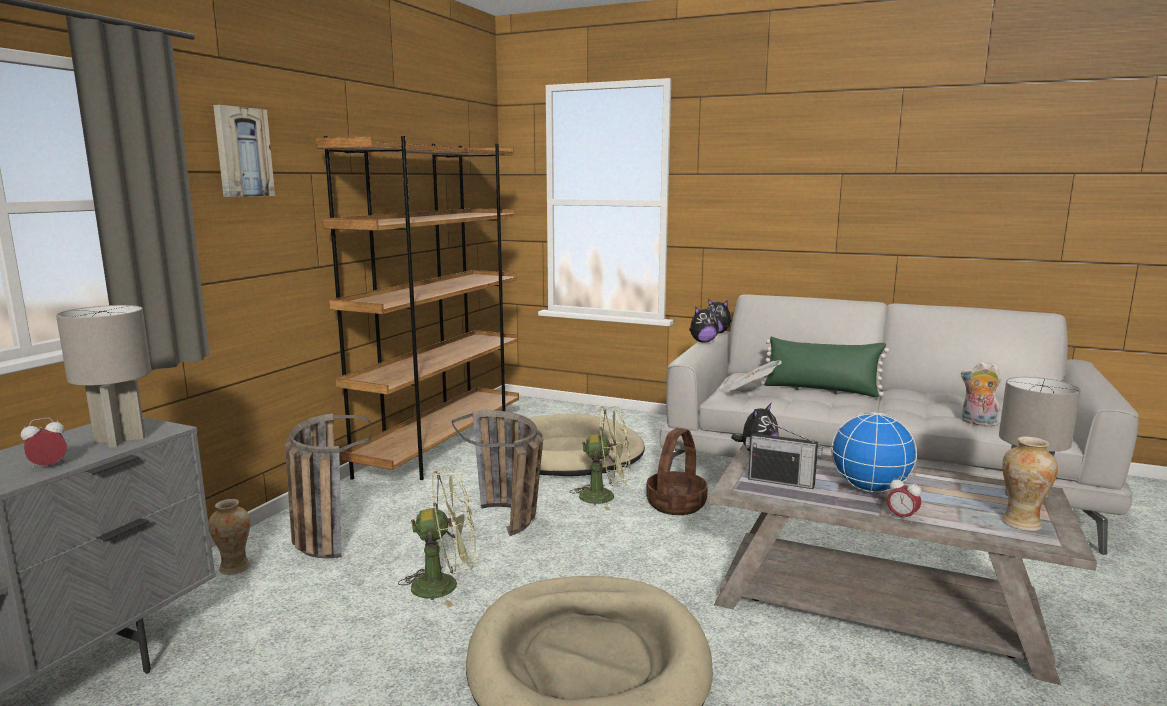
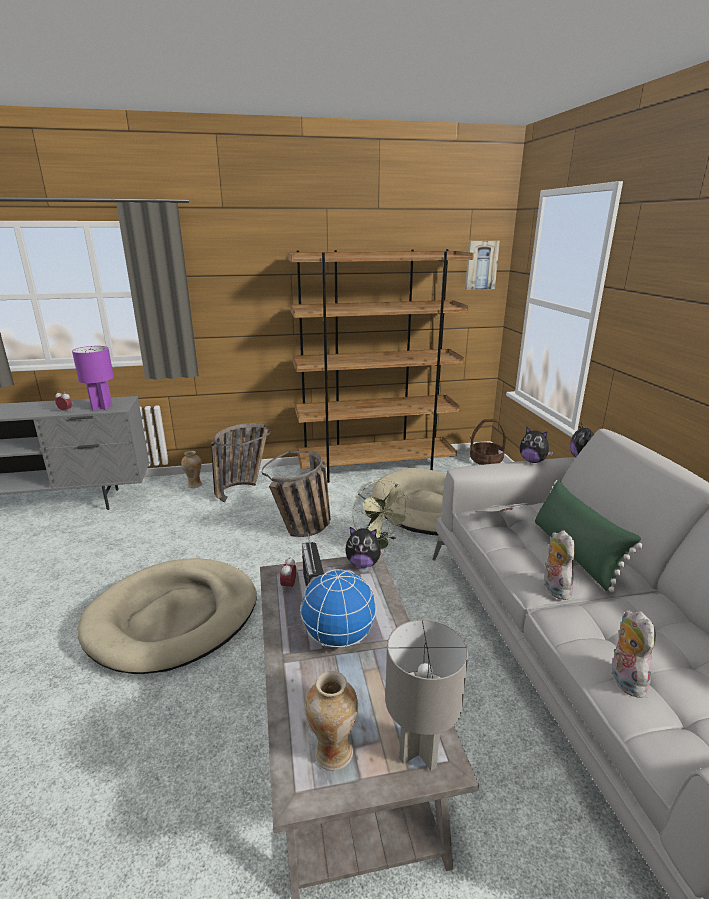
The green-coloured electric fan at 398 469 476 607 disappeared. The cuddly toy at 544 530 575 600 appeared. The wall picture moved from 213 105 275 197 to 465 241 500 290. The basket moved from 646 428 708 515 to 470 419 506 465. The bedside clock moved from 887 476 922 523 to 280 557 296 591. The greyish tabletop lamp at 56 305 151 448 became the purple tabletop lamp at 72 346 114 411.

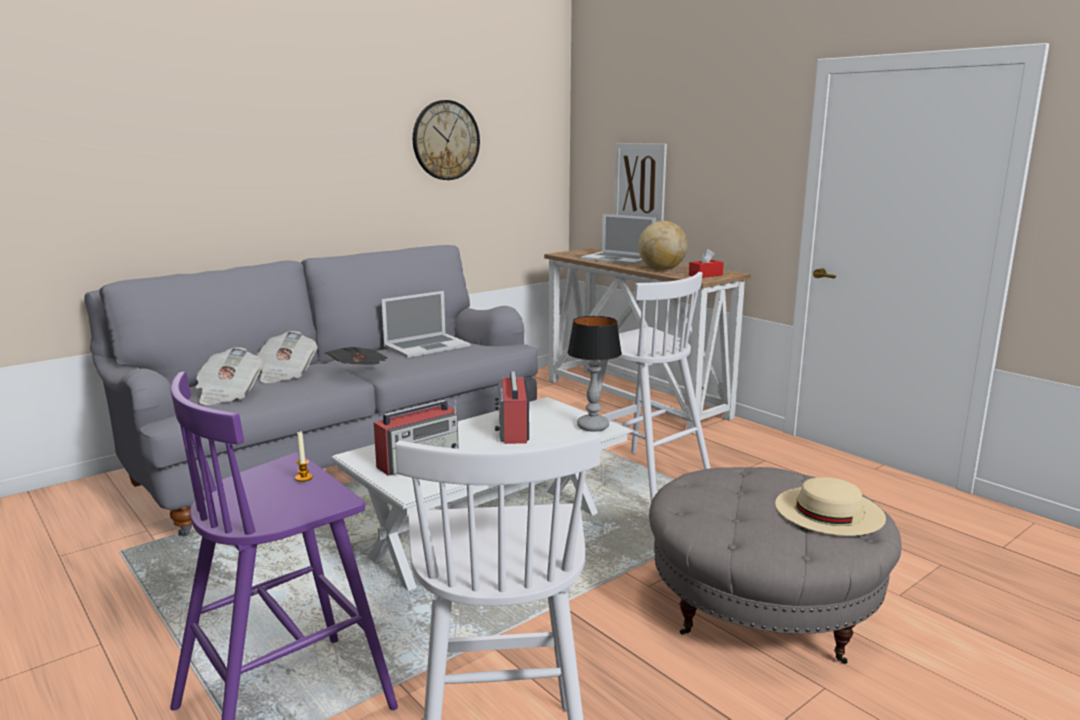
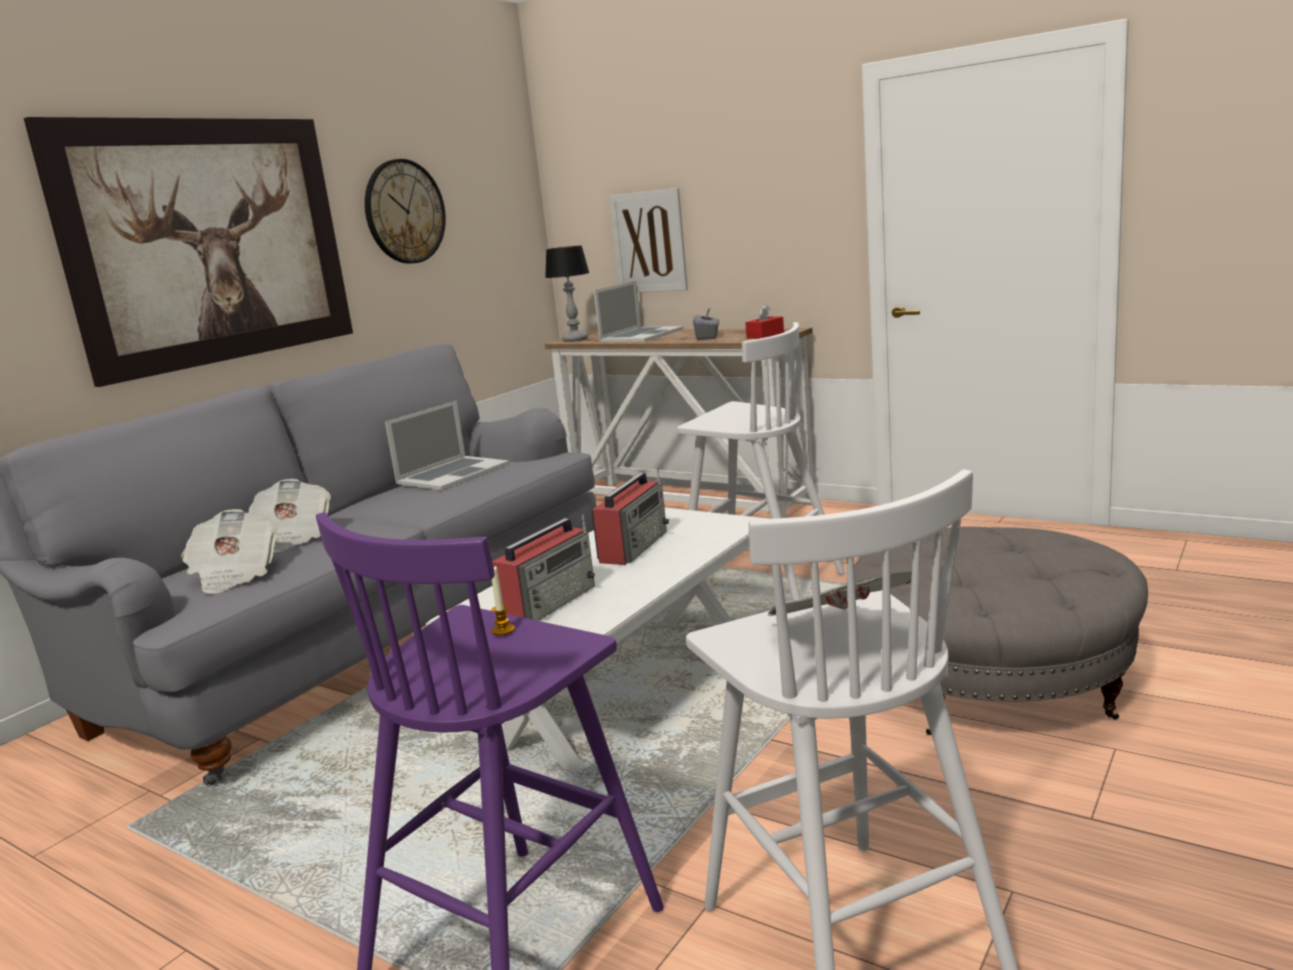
The beige wearable hat at 775 477 886 536 disappeared. The wall picture at 24 117 353 387 appeared. The printed paper moved from 325 347 387 365 to 768 572 912 616. The tabletop lamp moved from 567 316 622 432 to 545 246 590 342. The desk globe at 638 221 688 270 was replaced by the greyish tissue box at 693 308 719 340. The radio set at 495 371 529 444 turned 135 degrees counterclockwise. The laptop at 581 214 656 265 turned 75 degrees counterclockwise.

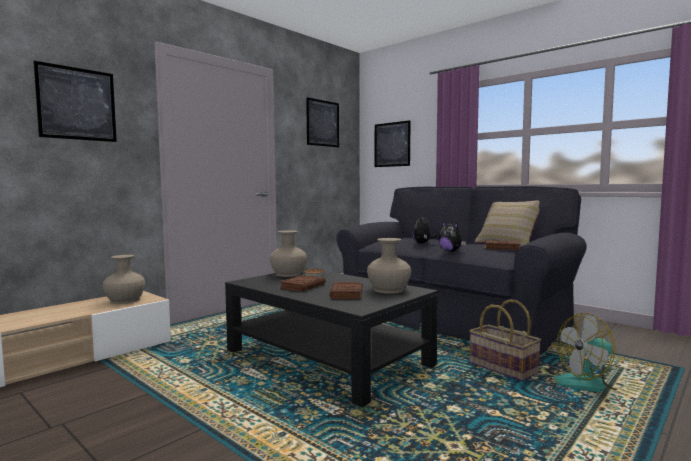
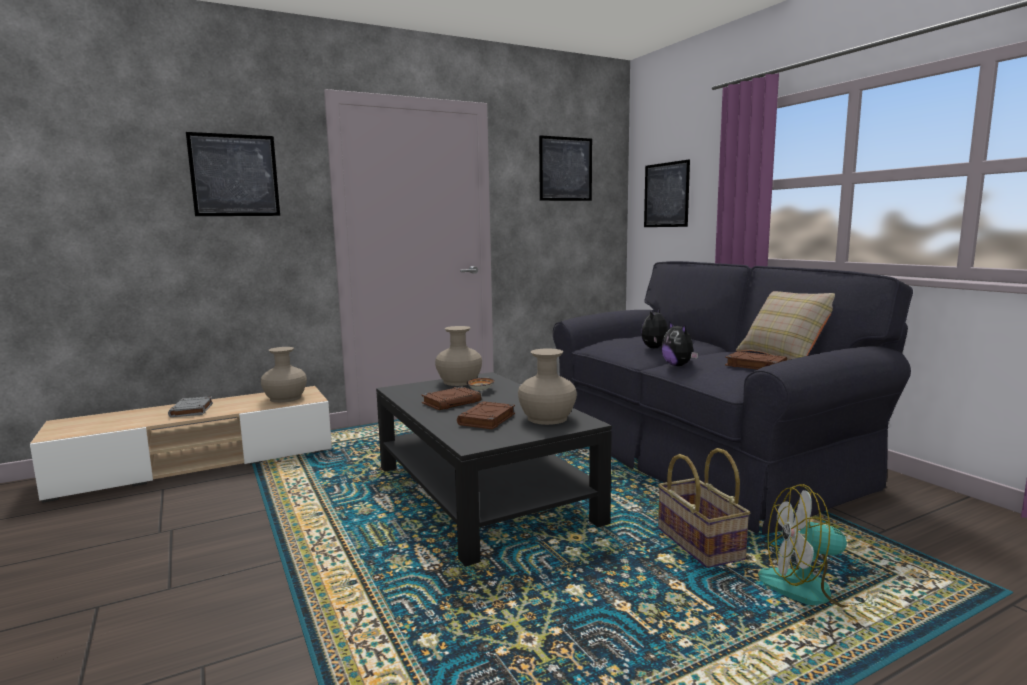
The greyish book at 168 396 213 417 appeared.

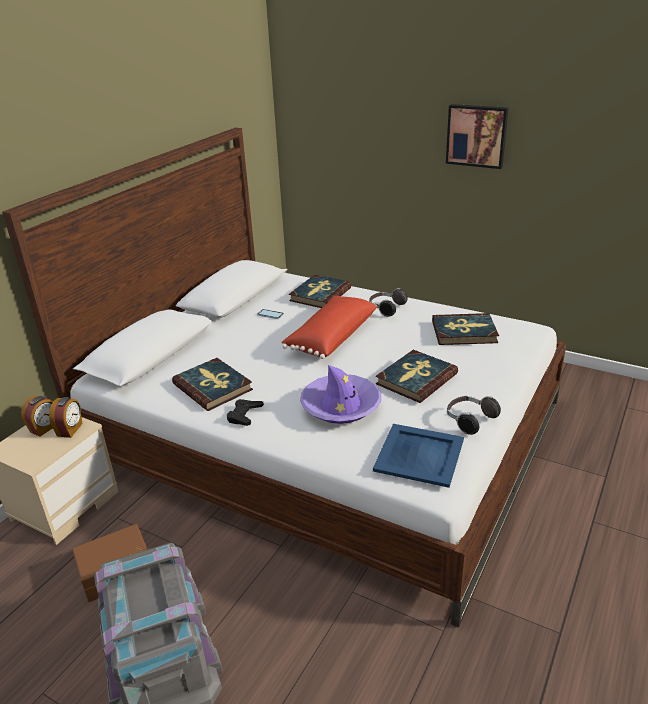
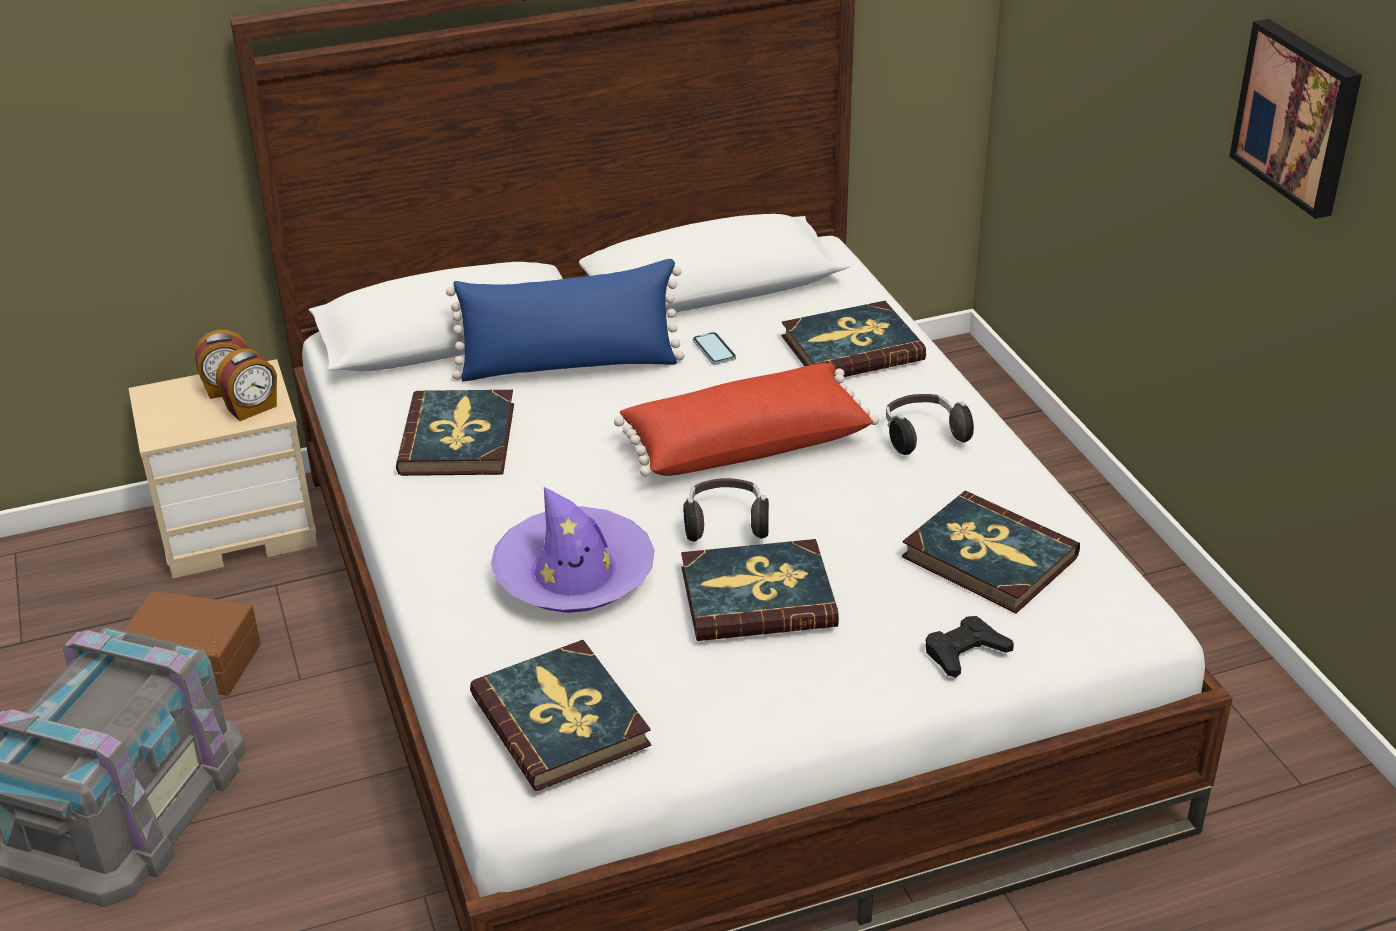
The blue throw pillow at 446 259 684 381 appeared. The black-coloured gamepad moved from 227 399 264 426 to 926 616 1014 678. The pair of headphones moved from 447 396 501 435 to 684 478 769 541. The blue tray at 373 424 464 488 was replaced by the book at 470 640 651 791.

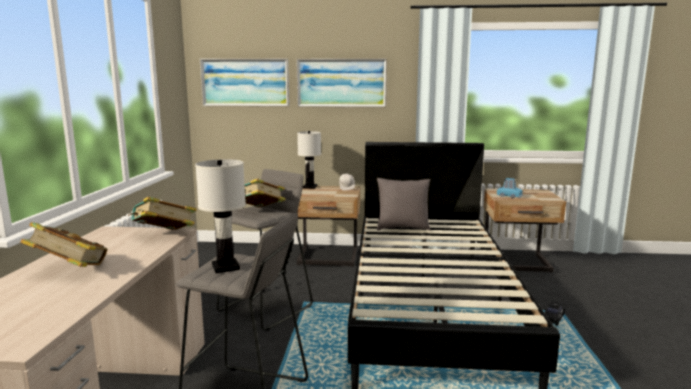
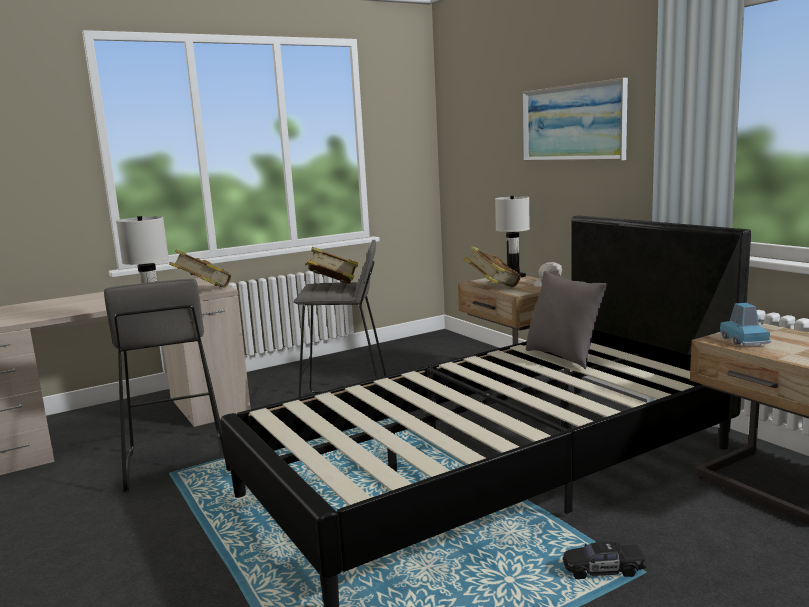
The wall picture at 200 58 289 107 disappeared. The book moved from 20 222 107 267 to 464 246 521 288.

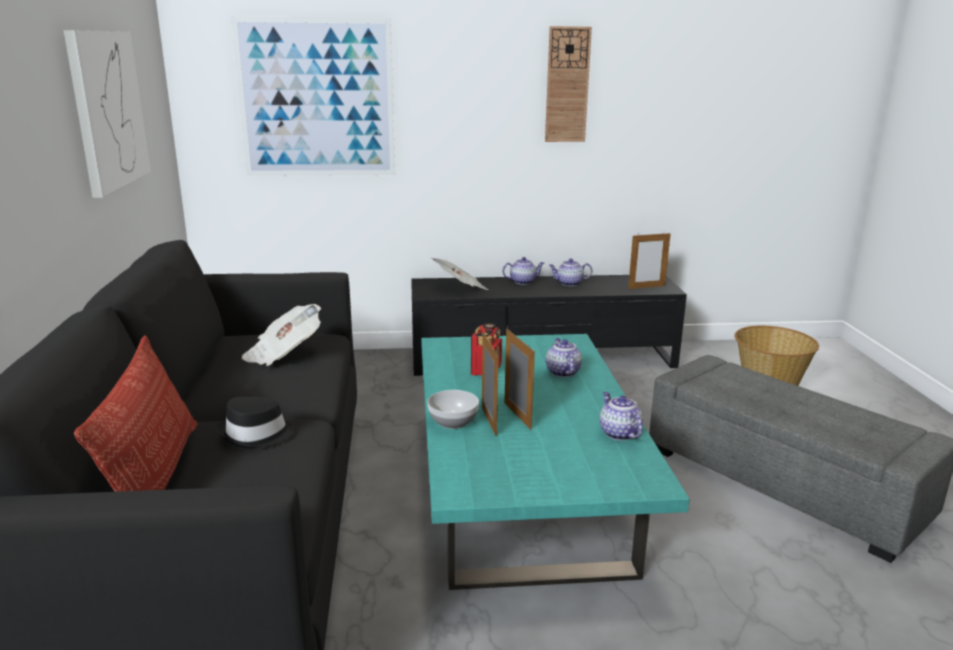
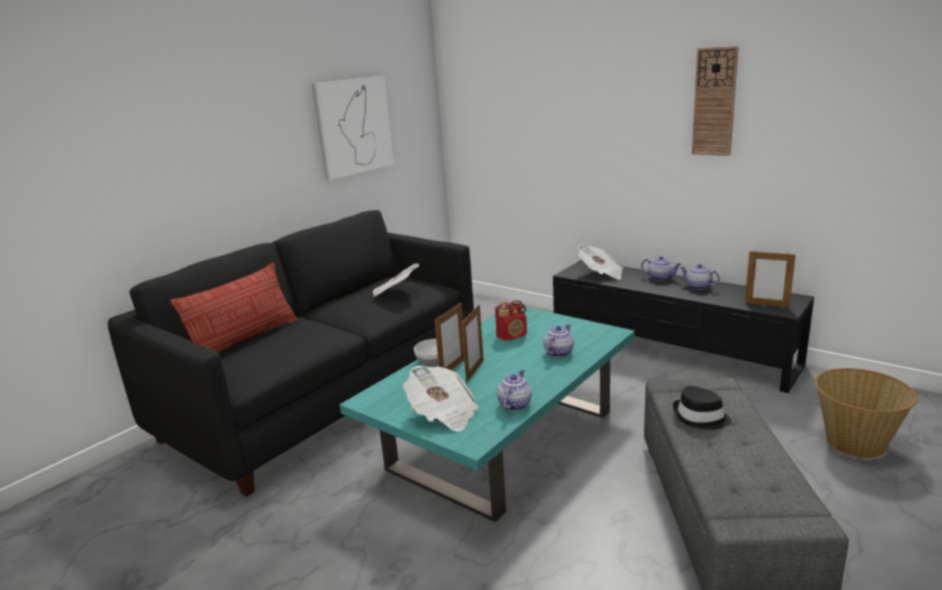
The wall picture at 231 16 395 176 disappeared. The printed paper at 403 365 479 431 appeared. The black-coloured wearable hat moved from 218 397 295 448 to 673 386 731 430.

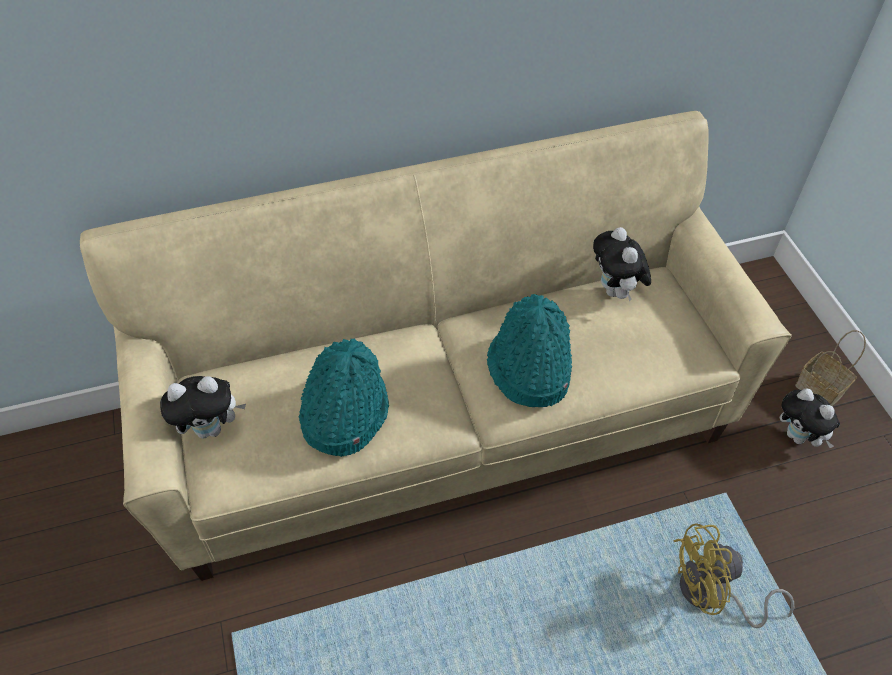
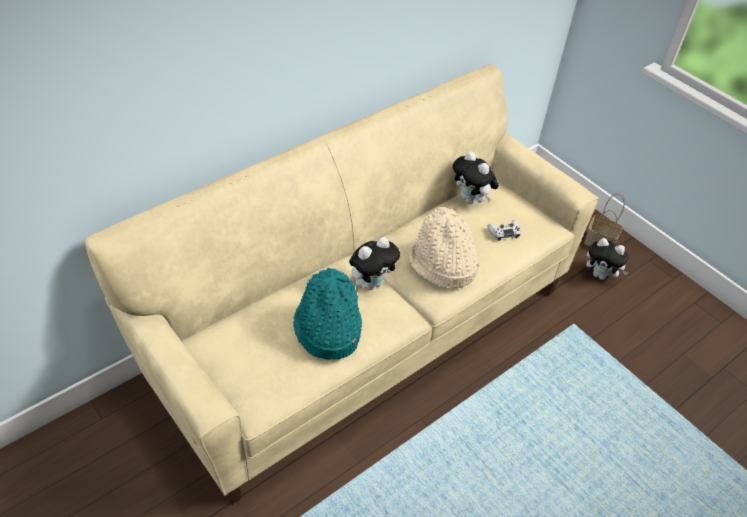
The yellowish electric fan at 674 523 794 628 disappeared. The whitish gamepad at 487 220 521 241 appeared. The cuddly toy moved from 160 376 246 439 to 349 237 400 290. The turquoise-coloured wearable hat at 487 294 572 407 became the beige wearable hat at 409 207 479 288.

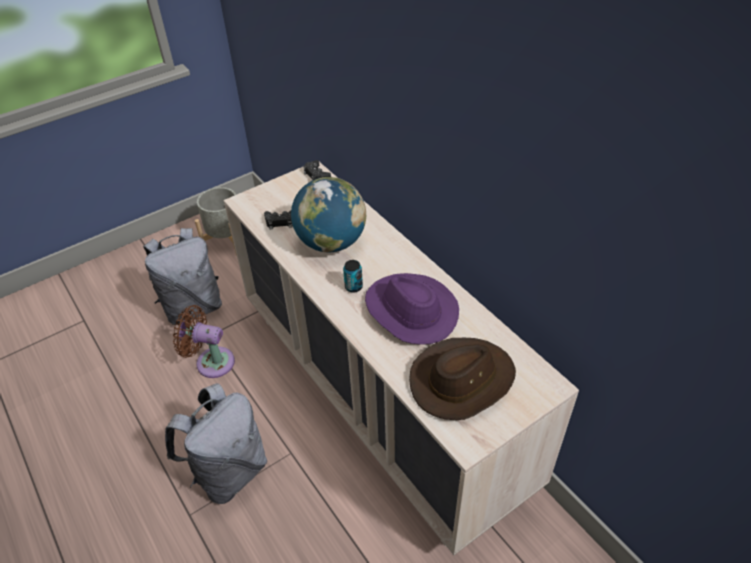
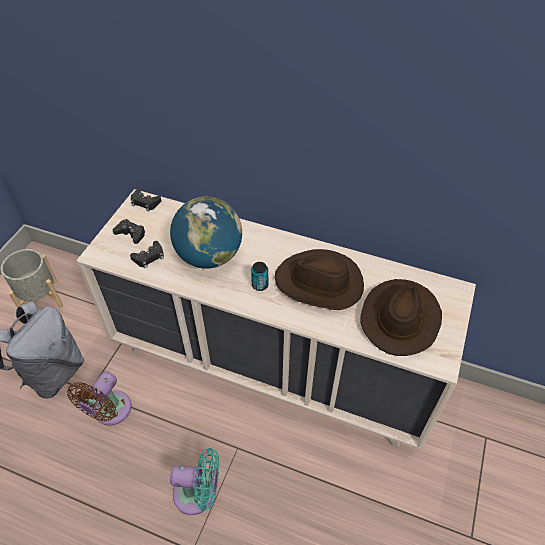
The black-coloured gamepad at 113 219 145 244 appeared. The greyish rucksack at 165 383 267 504 was replaced by the turquoise-coloured electric fan at 170 448 219 515. The purple wearable hat at 365 273 459 345 became the brown-coloured wearable hat at 275 249 364 310. The brown-coloured electric fan at 173 305 235 378 turned 45 degrees counterclockwise.

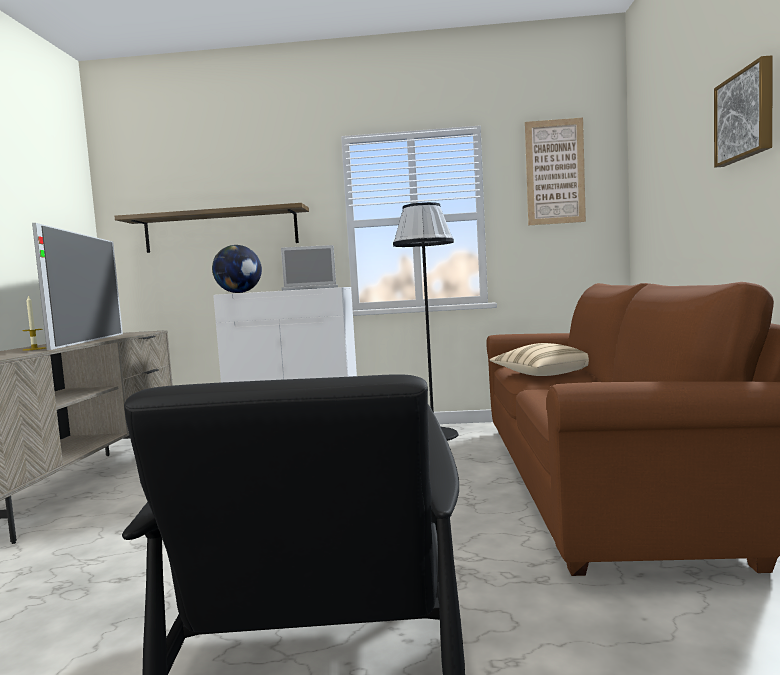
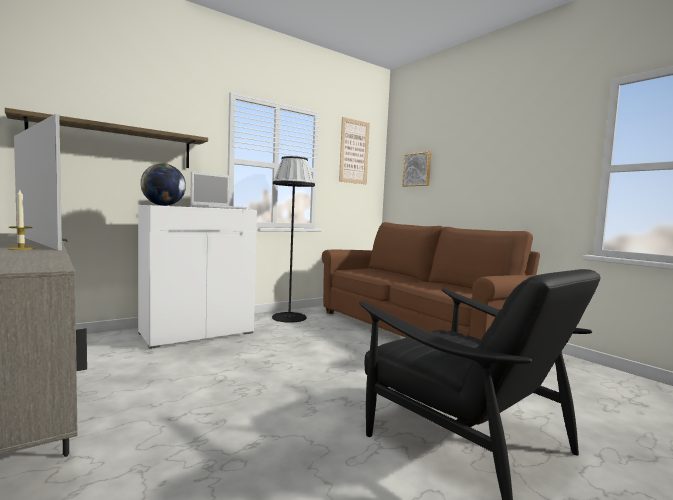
The beige throw pillow at 490 343 589 376 disappeared. The wall picture moved from 714 55 773 168 to 402 151 431 186.

